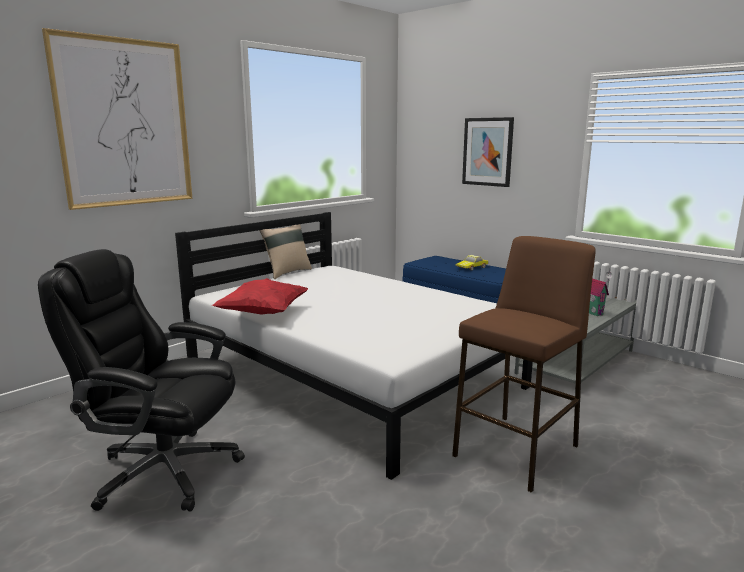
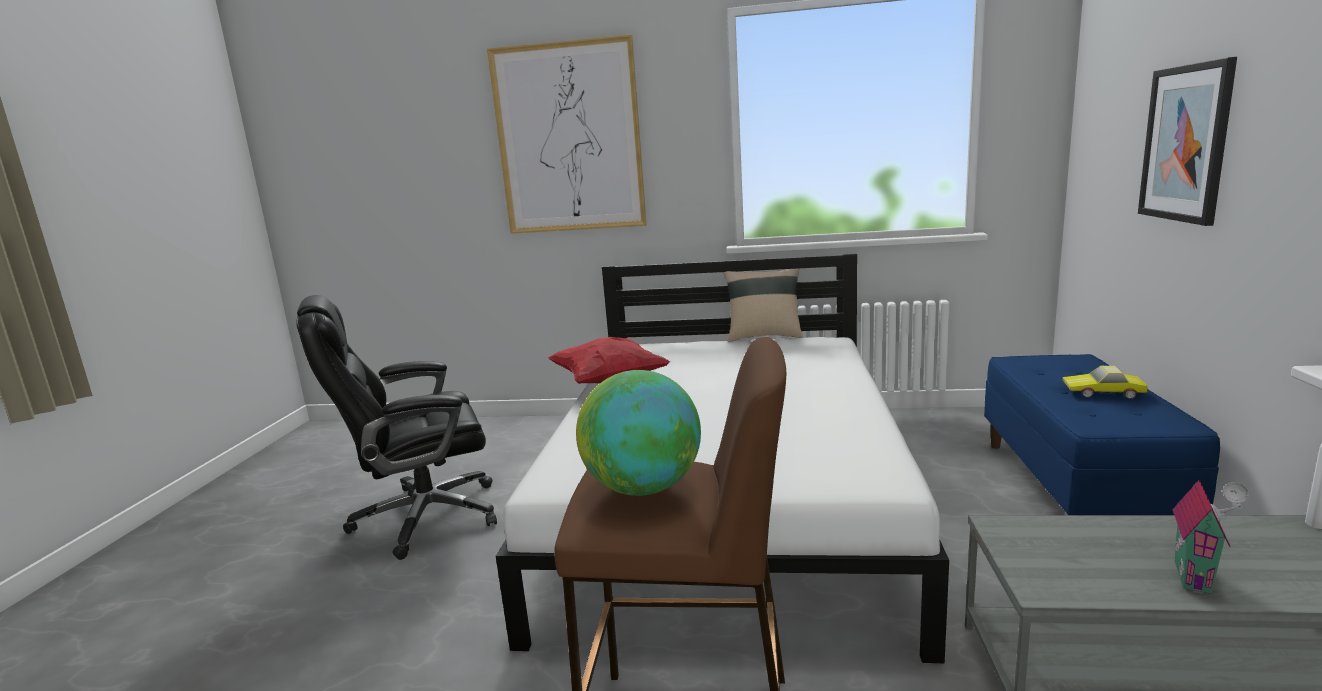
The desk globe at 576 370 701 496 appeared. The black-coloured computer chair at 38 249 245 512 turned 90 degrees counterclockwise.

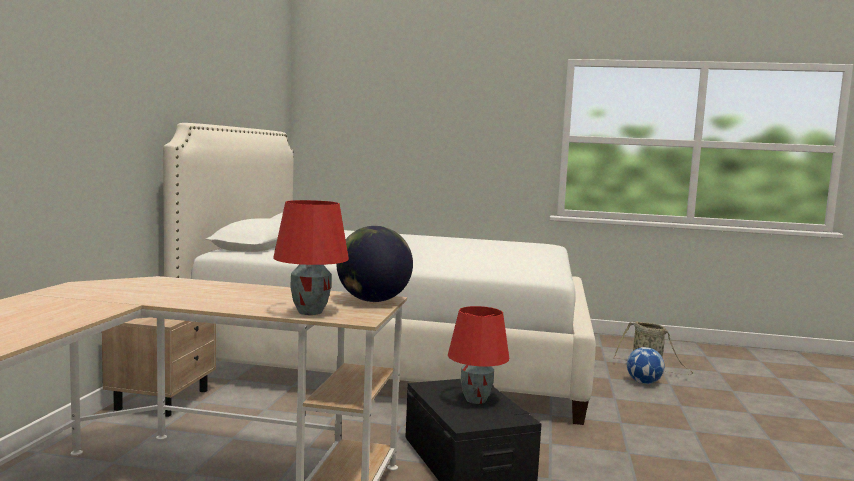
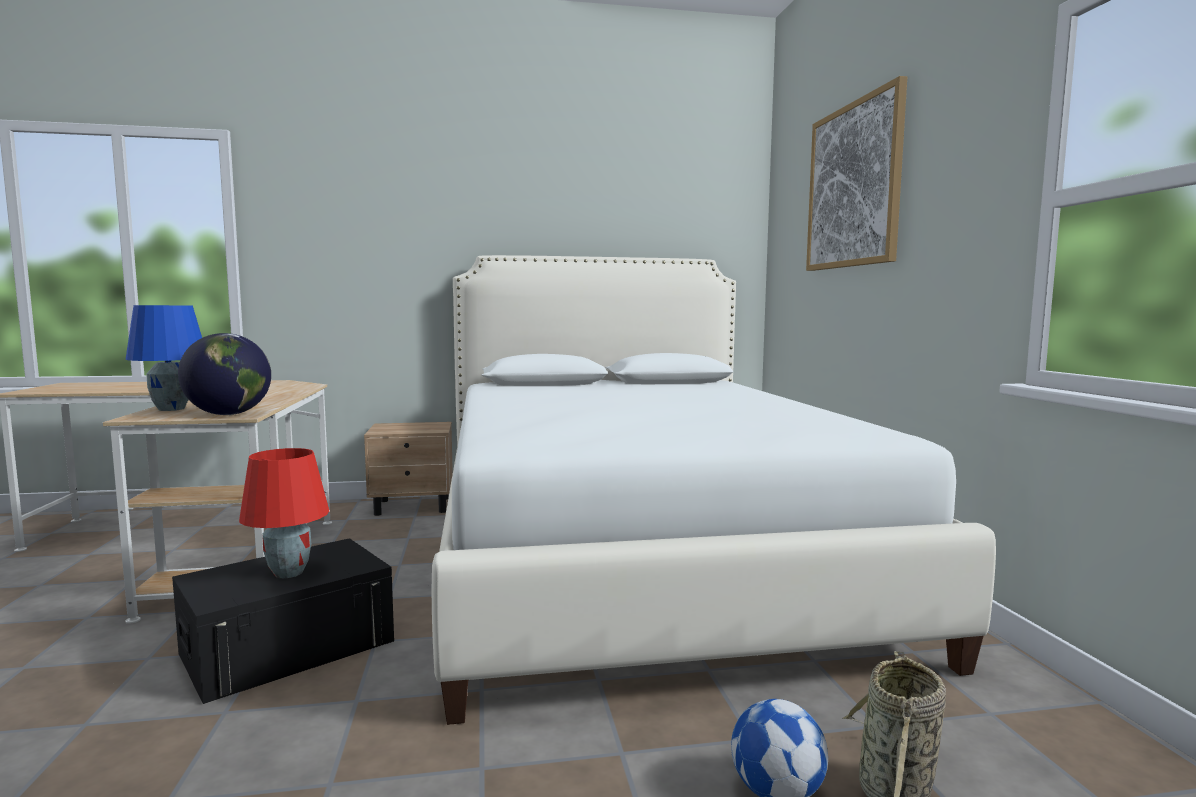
The wall picture at 806 76 907 271 appeared. The reddish tabletop lamp at 273 200 349 315 became the blue tabletop lamp at 125 305 202 411.

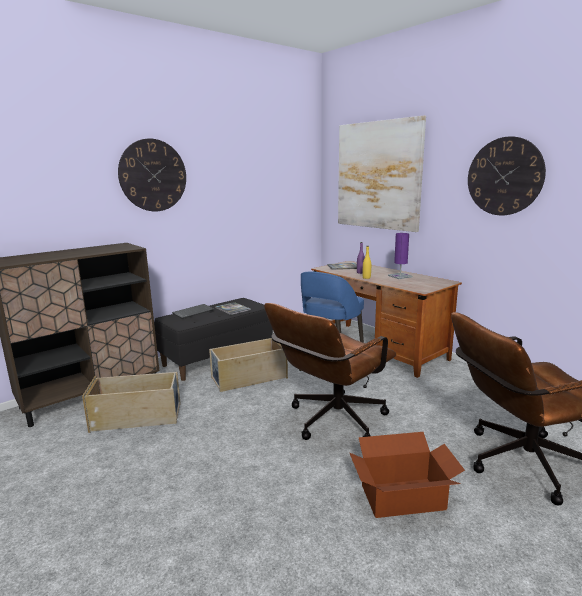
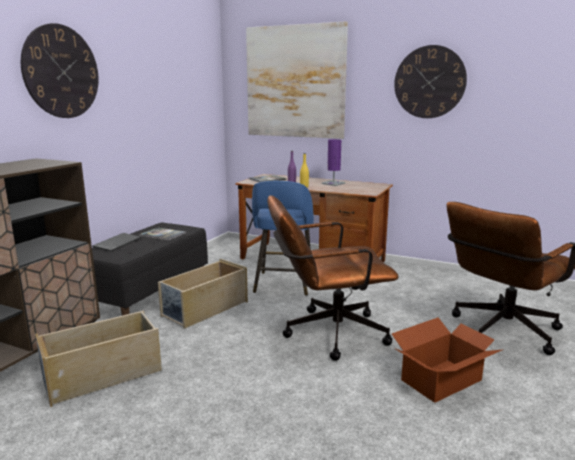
The brown-coloured computer chair at 264 303 396 440 turned 60 degrees clockwise.

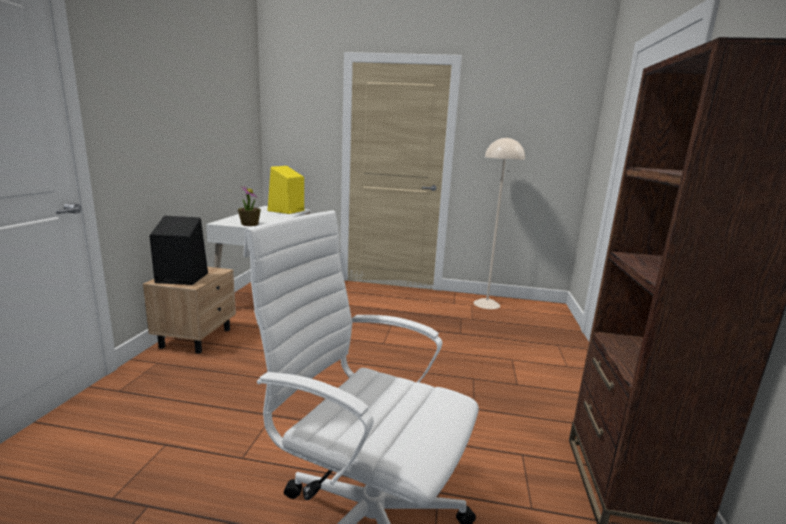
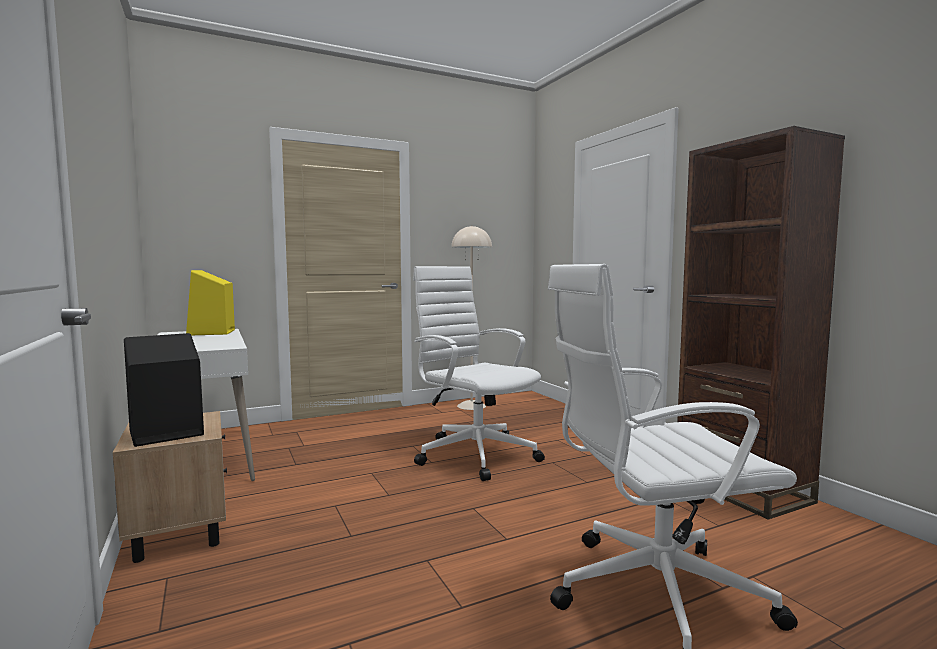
The houseplant at 238 185 261 226 disappeared. The whitish computer chair at 413 266 545 481 appeared.

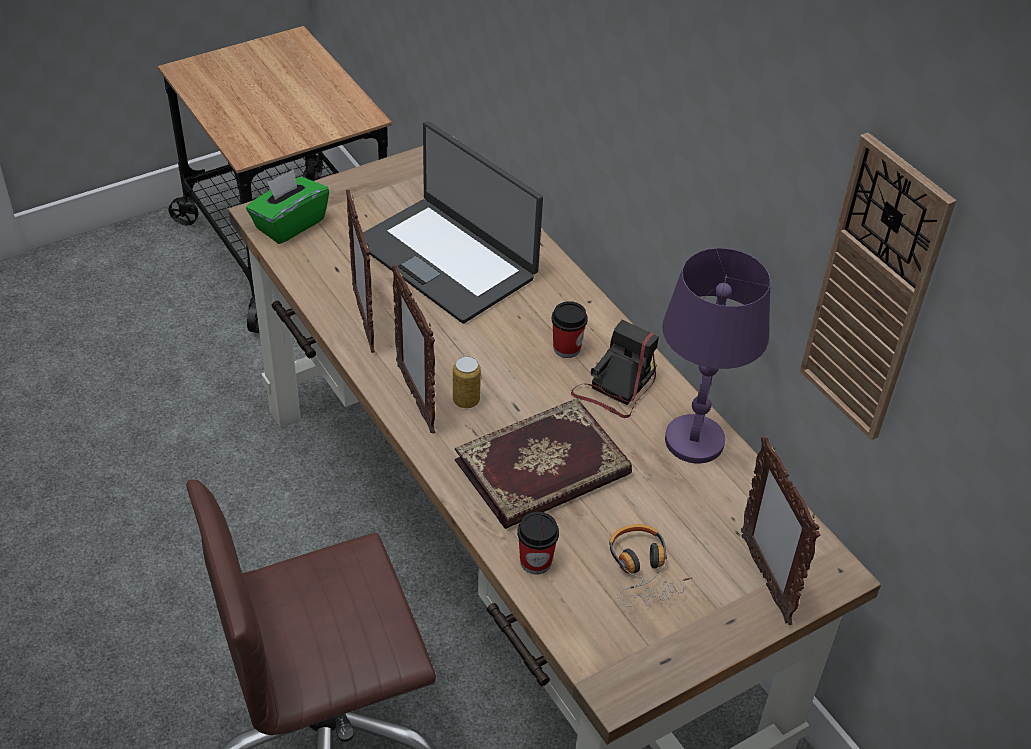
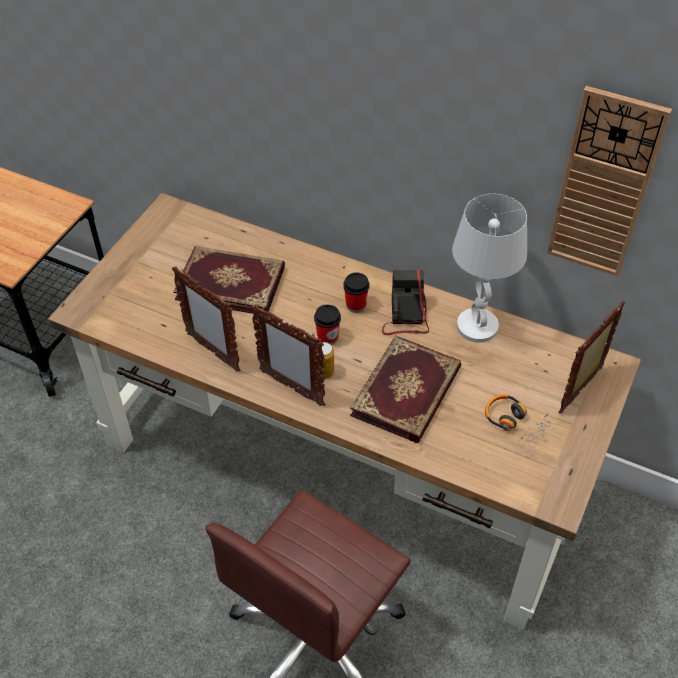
The green-coloured tissue box at 246 169 329 244 disappeared. The drinking cup moved from 517 512 559 574 to 314 304 341 345. The laptop at 363 121 543 324 was replaced by the book at 173 246 285 314. The purple tabletop lamp at 662 248 770 463 became the whitish tabletop lamp at 452 194 527 342. The standing frame at 741 437 820 625 turned 90 degrees clockwise.

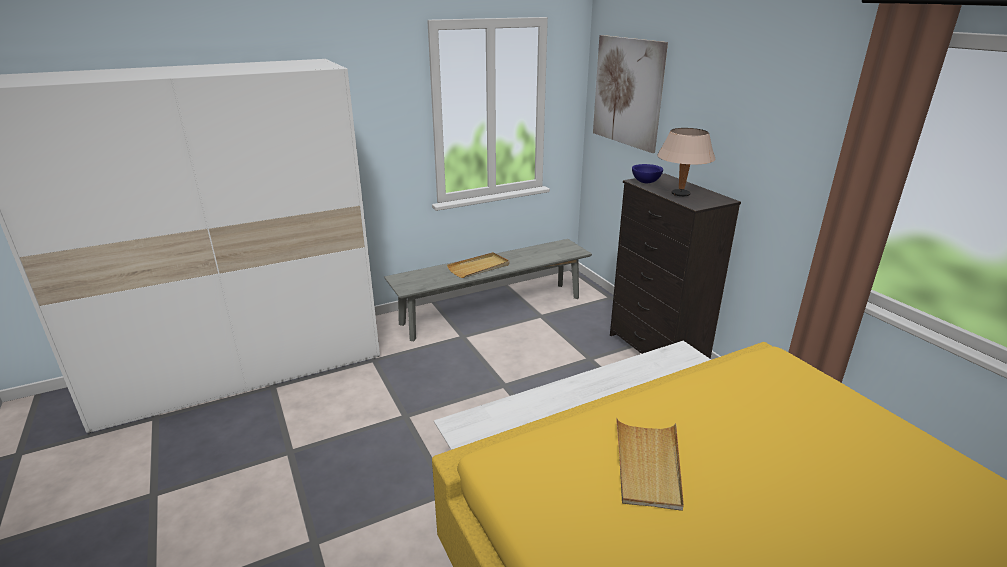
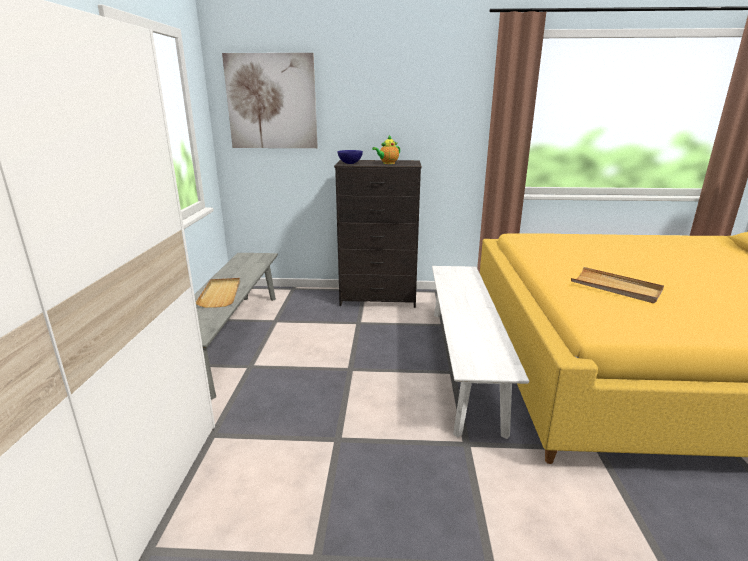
The beige tabletop lamp at 657 128 715 196 was replaced by the tea pot at 372 135 400 164.

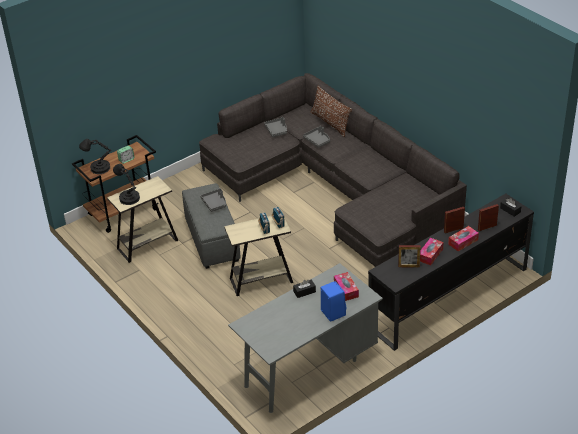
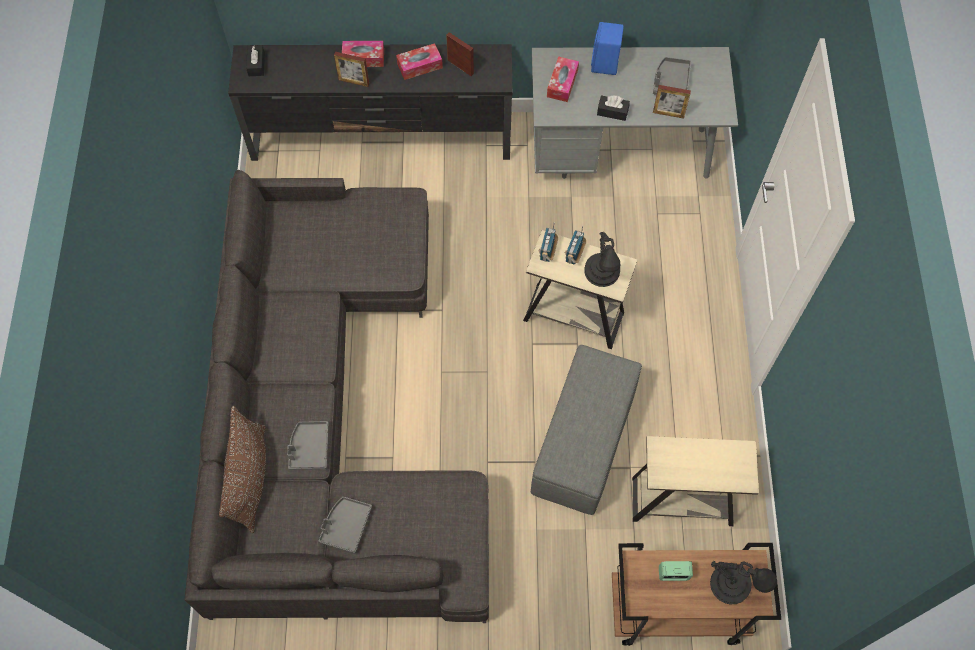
The black-coloured tabletop lamp moved from 113 164 140 205 to 584 232 621 287. The greyish tray moved from 200 188 226 212 to 653 57 691 95. The standing frame moved from 478 204 499 232 to 653 85 691 119.

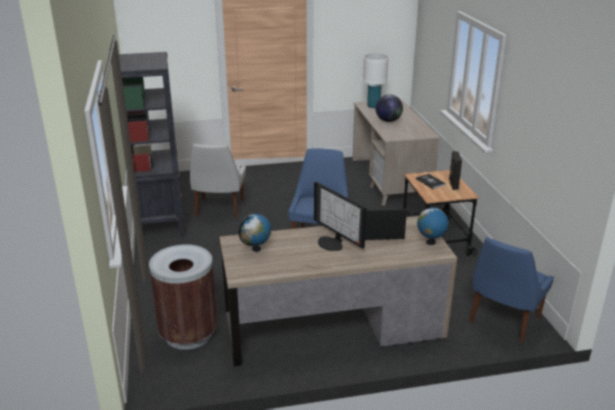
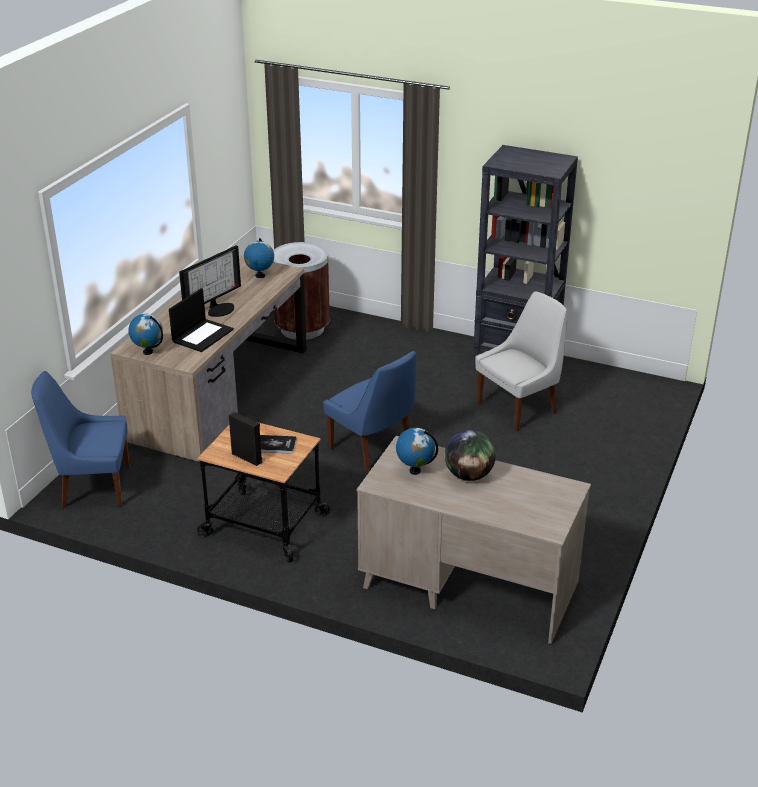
The whitish tabletop lamp at 363 53 389 108 disappeared. The desk globe at 396 428 438 475 appeared. The whitish upright chair at 190 144 246 218 turned 105 degrees clockwise. The computer screen at 314 182 366 251 turned 135 degrees clockwise. The blue upright chair at 469 237 554 343 turned 75 degrees counterclockwise.

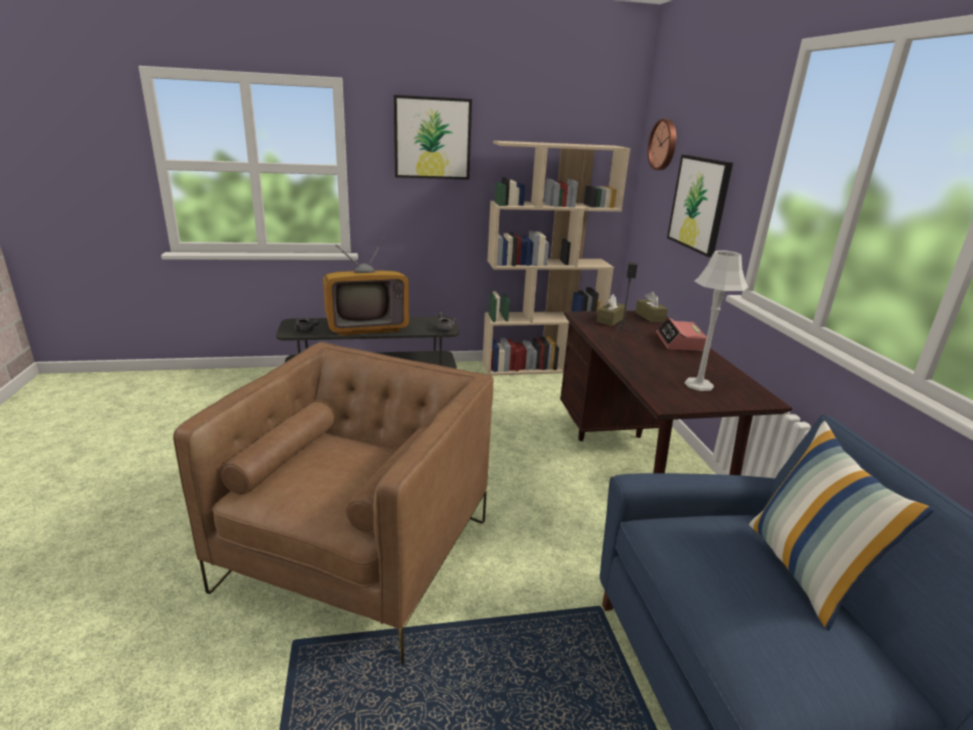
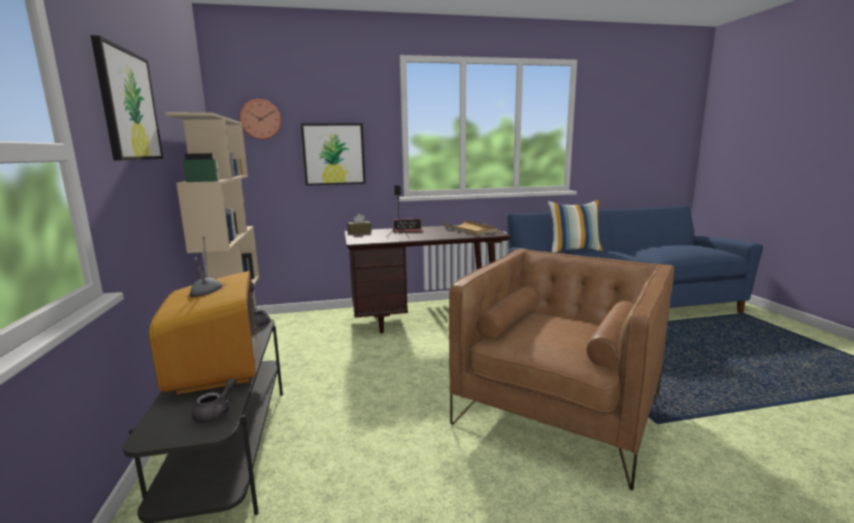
The brown-coloured tissue box at 597 294 627 326 disappeared. The greyish tabletop lamp at 684 250 748 391 was replaced by the beige tray at 442 220 497 235. The brown-coloured easy chair at 173 342 493 665 turned 105 degrees clockwise.

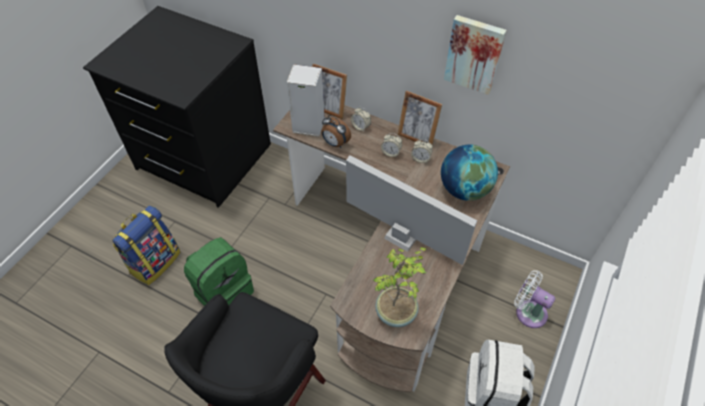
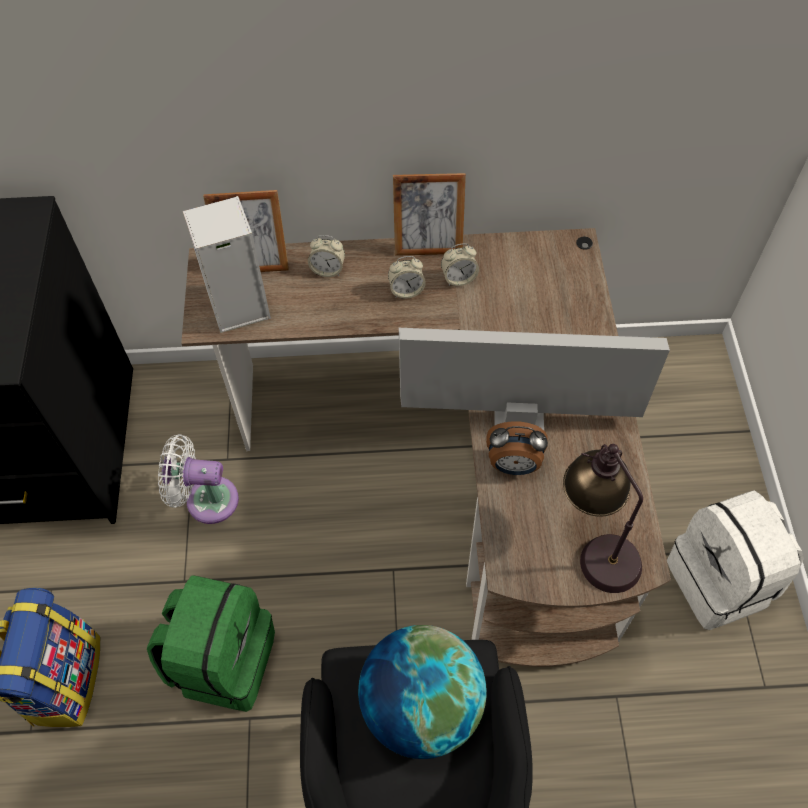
The wall picture at 444 15 507 95 disappeared. The bedside clock moved from 322 115 351 148 to 486 421 548 475. The desk globe moved from 441 144 498 201 to 358 625 487 759. The whitish electric fan moved from 514 270 555 328 to 158 434 239 524. The houseplant at 373 247 426 327 was replaced by the tabletop lamp at 563 444 643 593.

